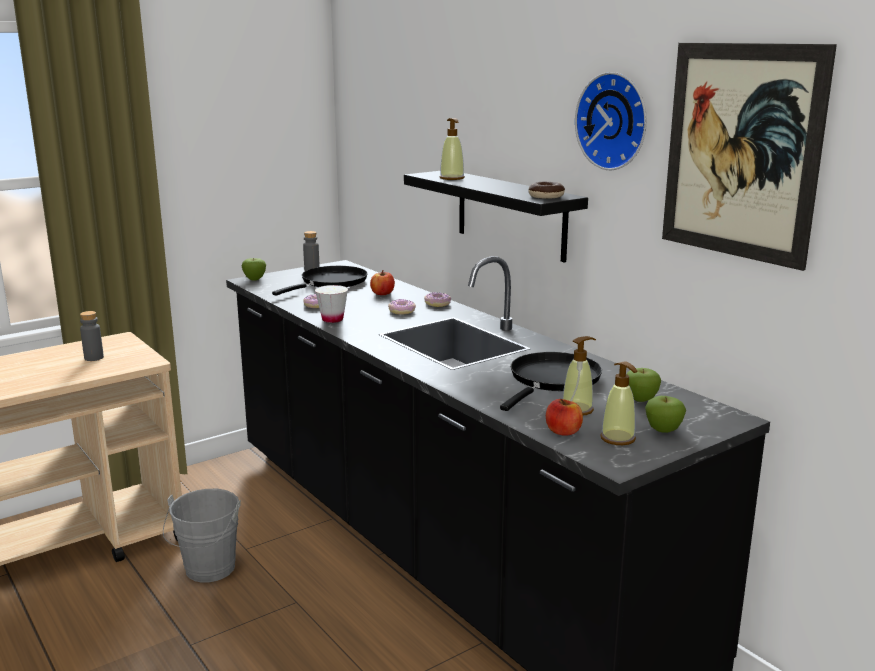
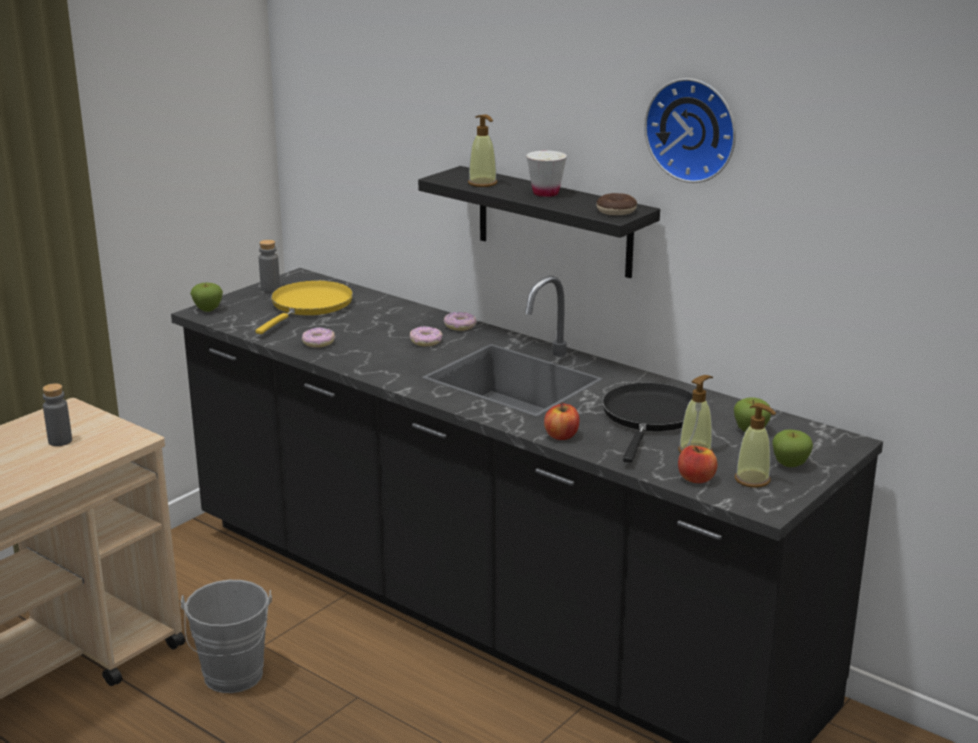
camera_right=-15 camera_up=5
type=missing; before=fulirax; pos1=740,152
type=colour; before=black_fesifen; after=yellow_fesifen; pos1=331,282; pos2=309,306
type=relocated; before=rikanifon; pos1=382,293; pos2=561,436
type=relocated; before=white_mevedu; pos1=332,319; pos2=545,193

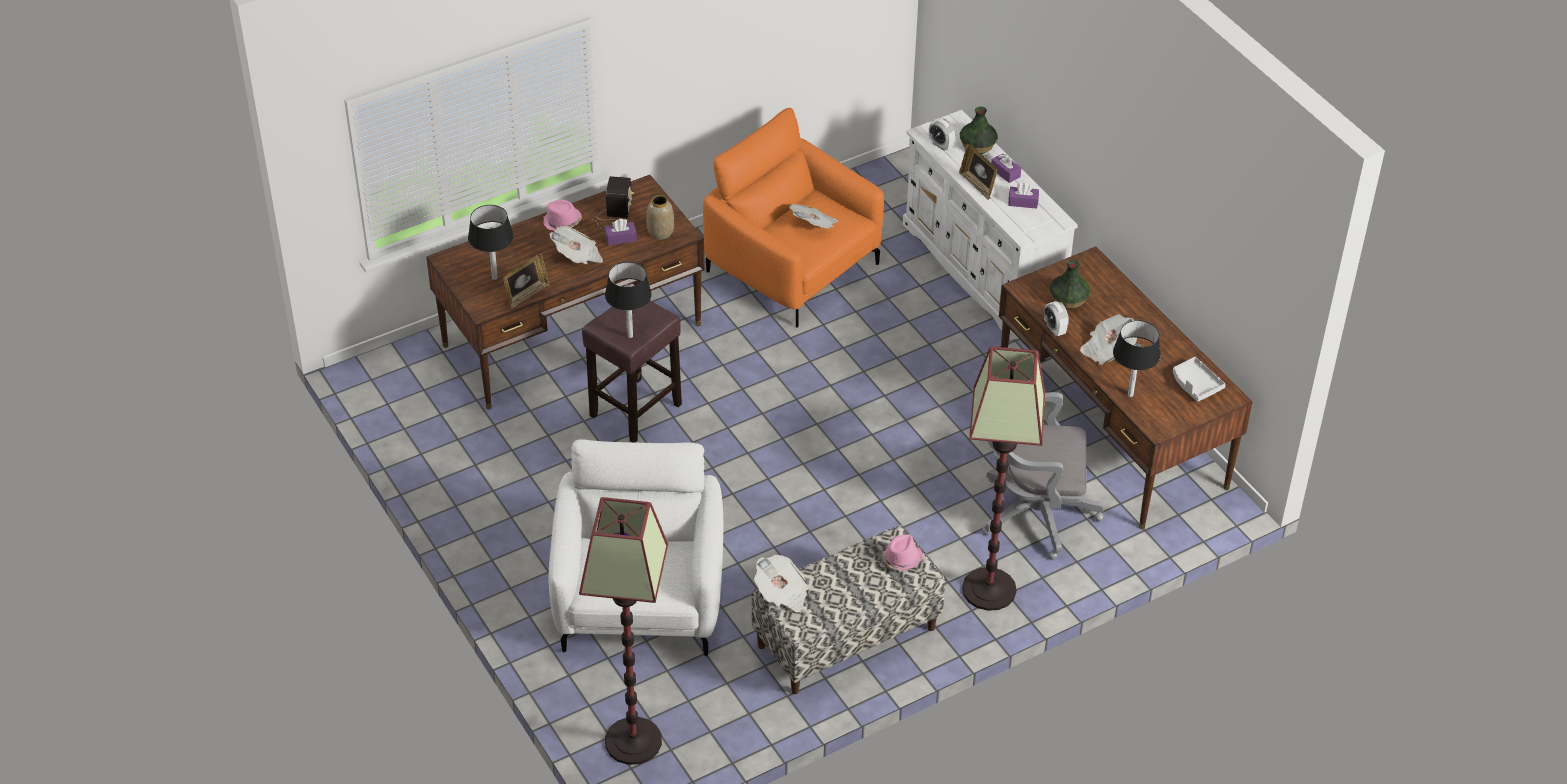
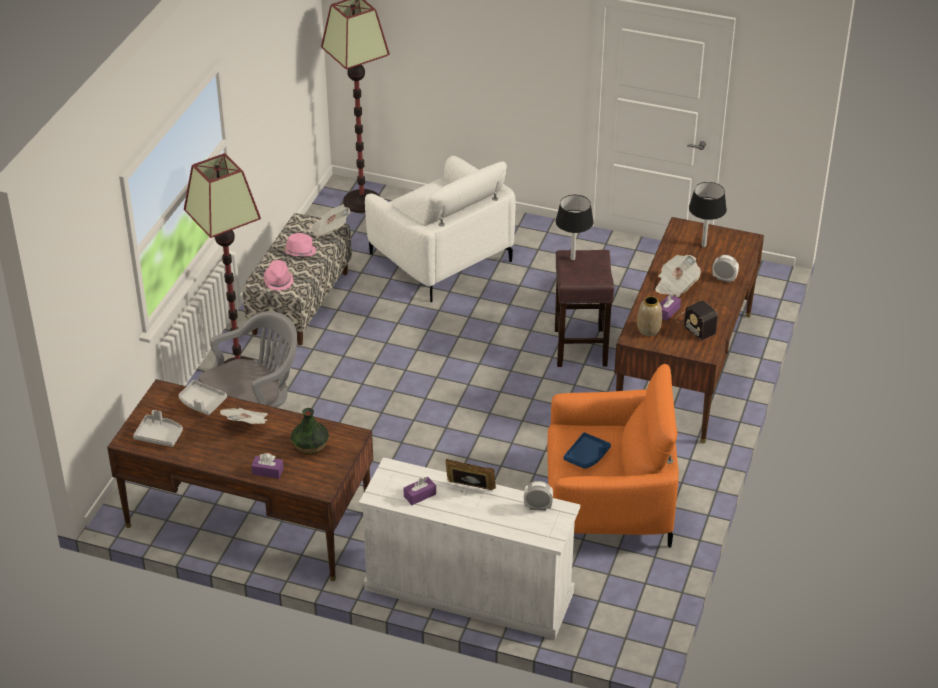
camera_right=140 camera_up=-5
type=missing; before=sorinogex; pos1=977,146
type=relocated; before=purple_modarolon; pos1=1005,173; pos2=267,471
type=relocated; before=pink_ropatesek; pos1=562,222; pos2=299,252
type=exchanged; before=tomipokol; after=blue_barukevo; pos1=814,226; pos2=587,456
type=missing; before=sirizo; pos1=526,294
type=relocated; before=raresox; pos1=1054,329; pos2=724,278
type=exchanged; before=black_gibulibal; after=grey_barukevo; pos1=1130,394; pos2=202,402

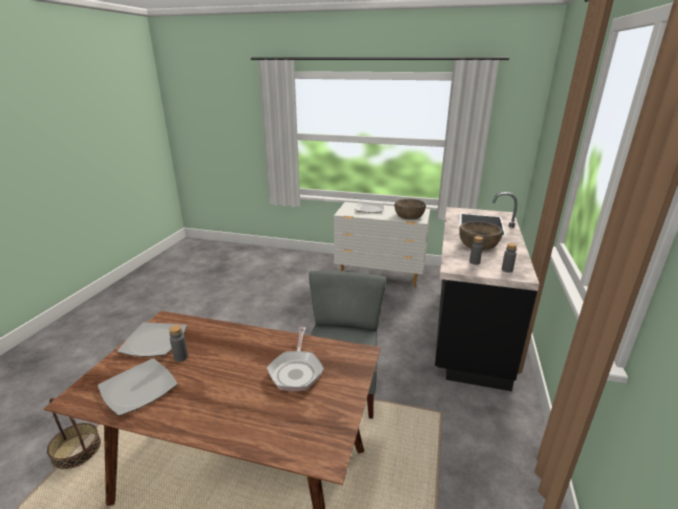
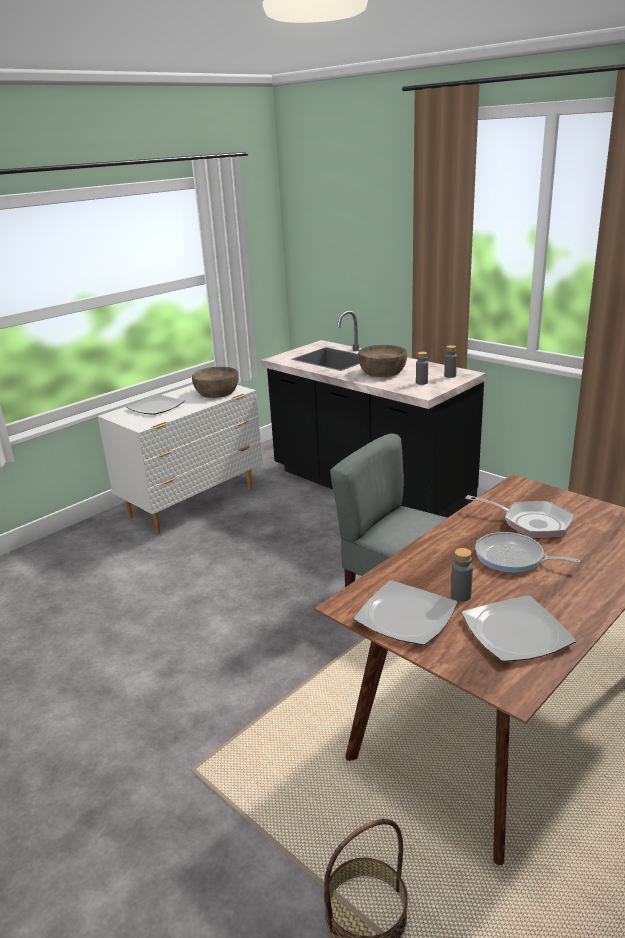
camera_right=-60 camera_up=0
type=appeared; after=fesifen; pos2=513,558

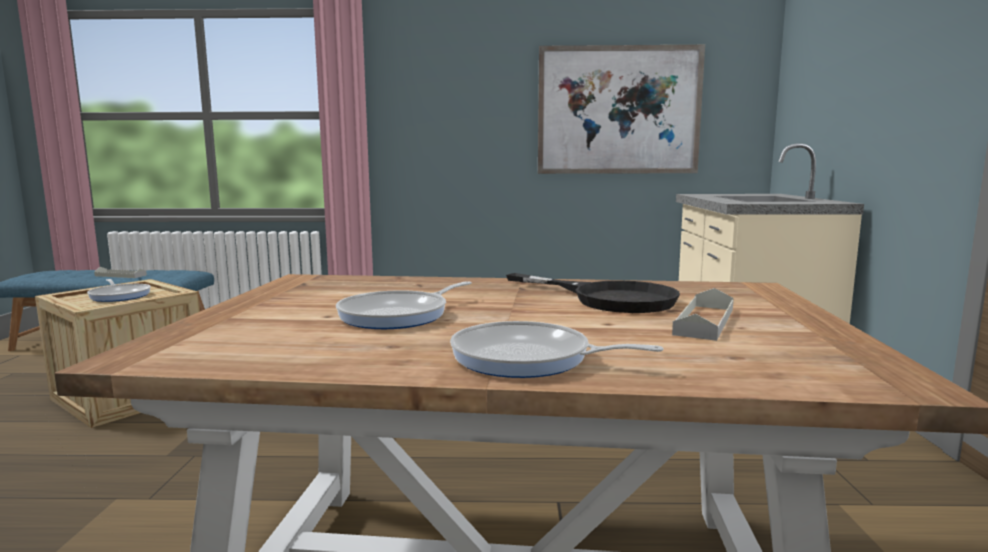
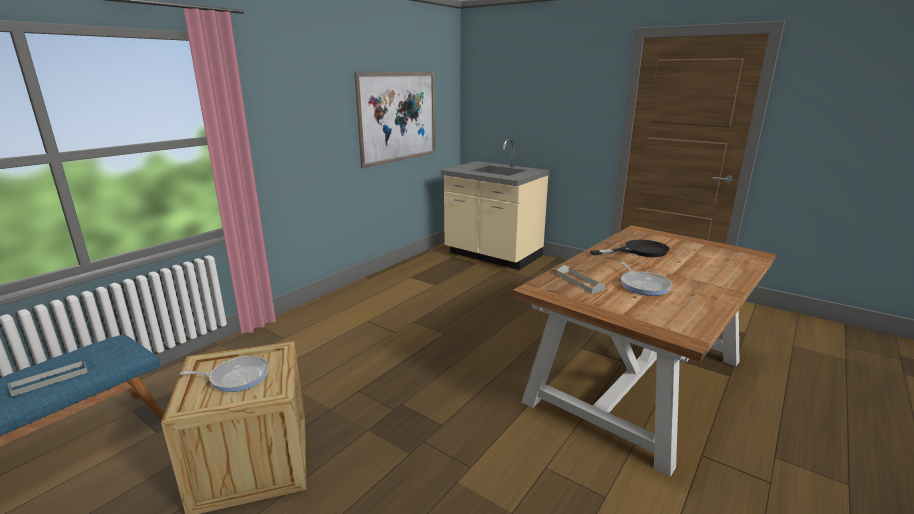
camera_right=-55 camera_up=10
type=relocated; before=grey_barukevo; pos1=704,321; pos2=579,282
type=missing; before=fesifen; pos1=528,359

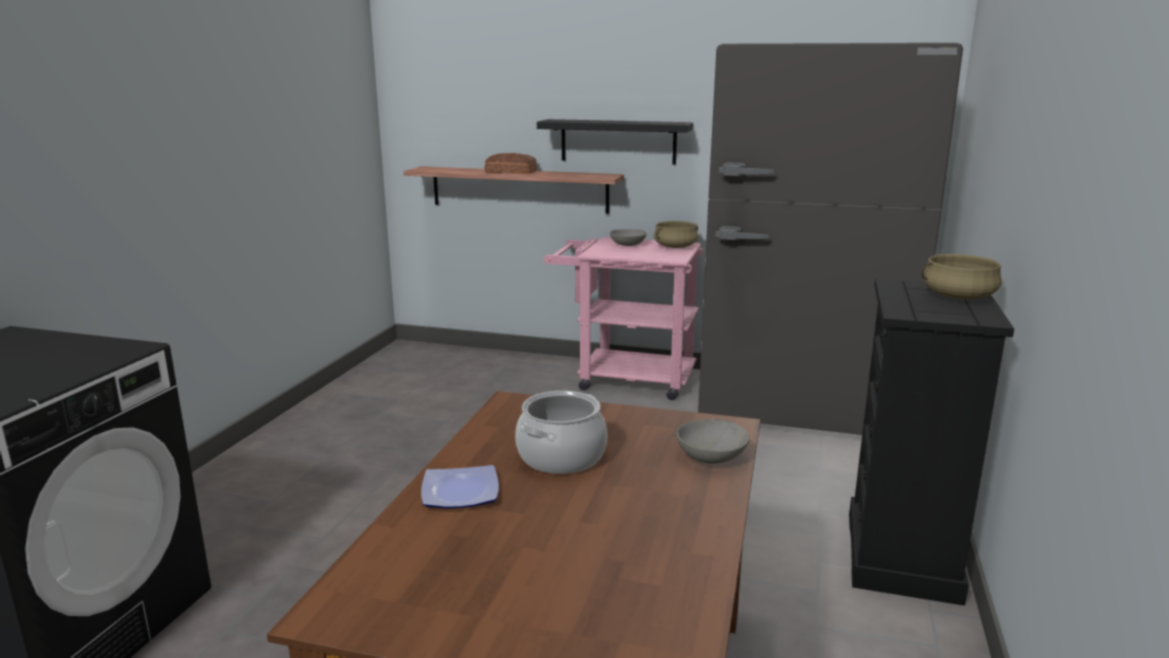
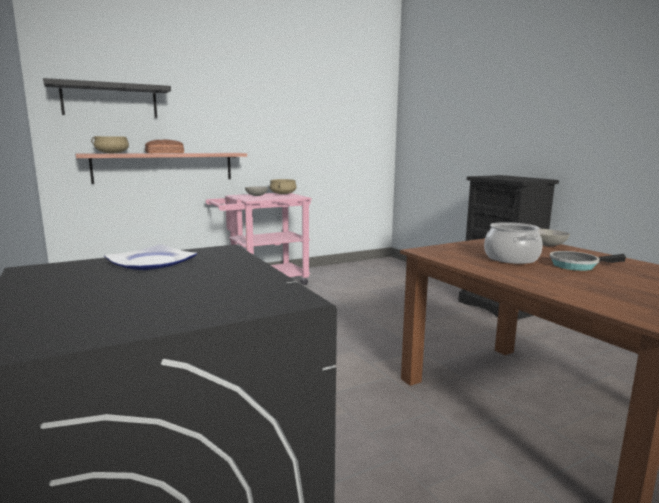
camera_right=-45 camera_up=-5
type=missing; before=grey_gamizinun; pos1=801,407
type=relocated; before=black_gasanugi; pos1=618,141; pos2=110,100
type=relocated; before=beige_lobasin; pos1=958,297; pos2=112,153
type=relocated; before=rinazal; pos1=459,492; pos2=150,262
type=appeared; after=fesifen; pos2=576,265

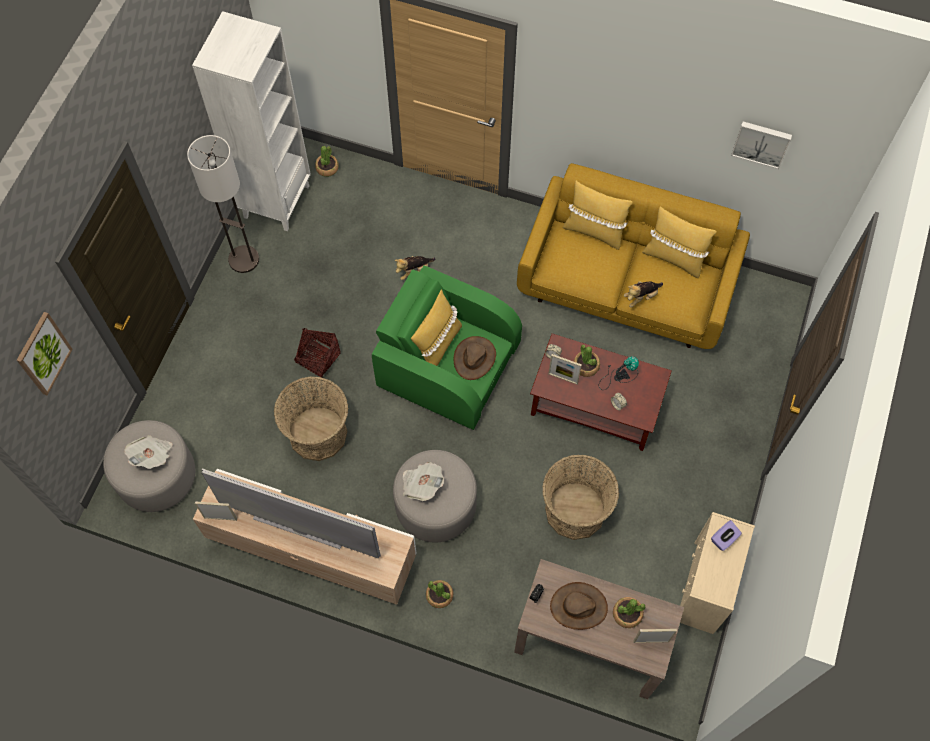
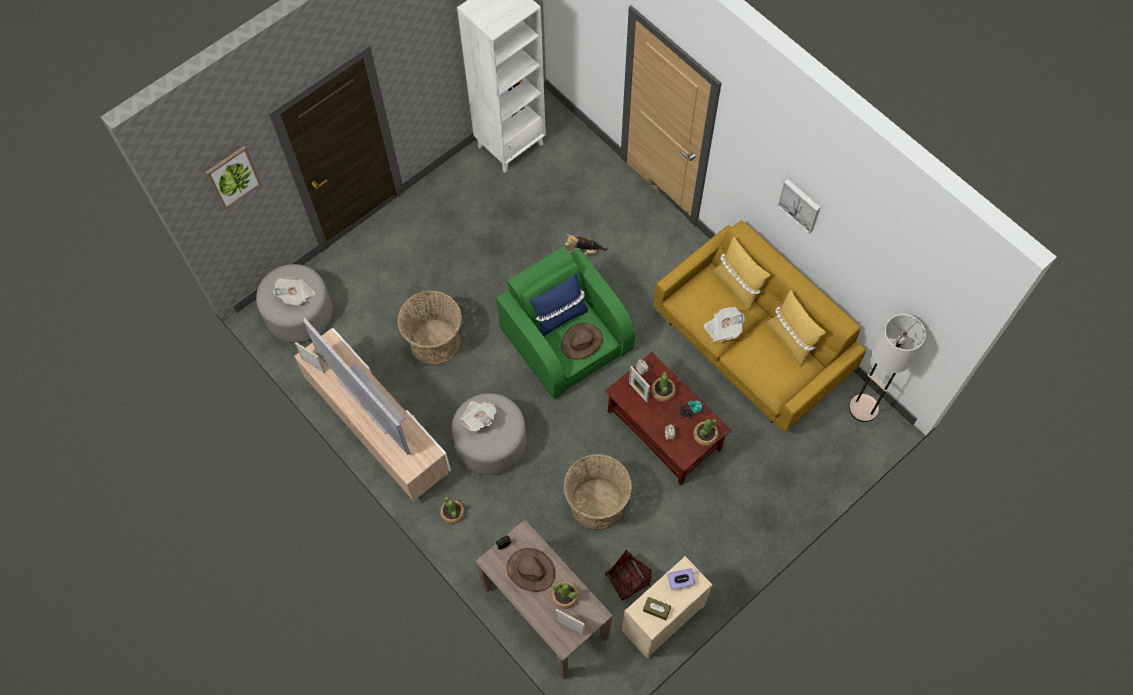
camera_right=30 camera_up=0
type=relocated; before=fulirax; pos1=761,143; pos2=800,205
type=relocated; before=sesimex; pos1=244,259; pos2=863,408
type=relocated; before=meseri; pos1=327,168; pos2=705,435
type=missing; before=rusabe; pos1=641,297
type=colour; before=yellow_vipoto; after=blue_vipoto; pos1=437,345; pos2=559,317
type=relocated; before=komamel; pos1=318,358; pos2=627,579
type=appeared; after=tomipokol; pos2=723,329
type=appeared; after=brown_modarolon; pos2=656,609

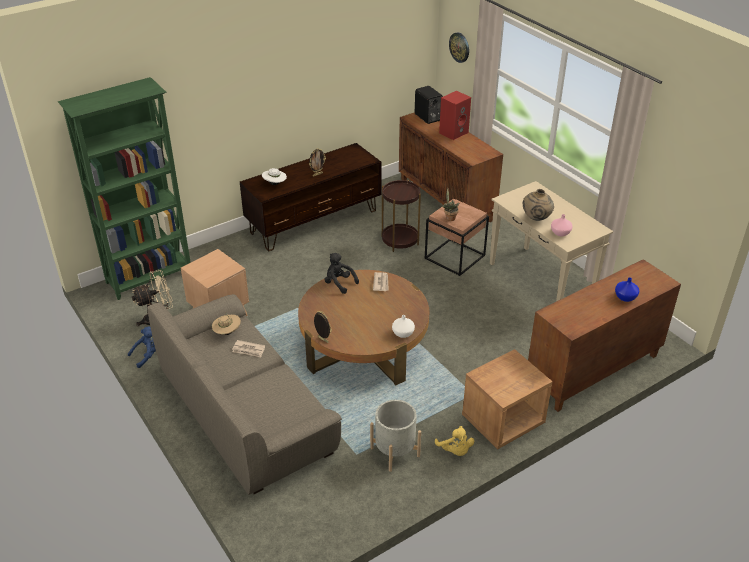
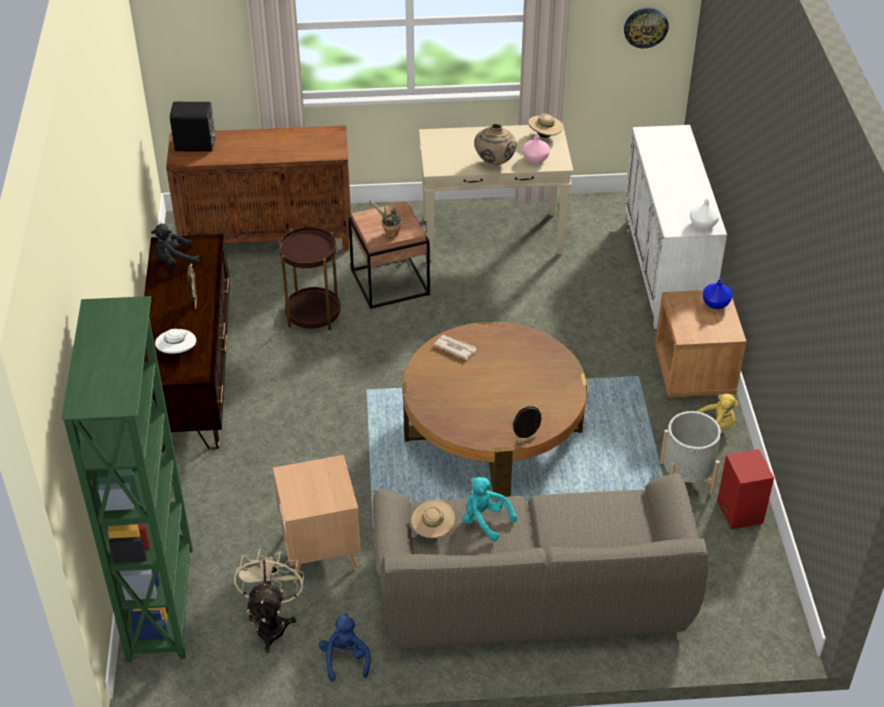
camera_right=-60 camera_up=5
type=relocated; before=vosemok; pos1=459,47; pos2=645,27
type=relocated; before=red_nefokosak; pos1=453,132; pos2=738,511
type=relocated; before=black_rusabe; pos1=339,283; pos2=175,261
type=colour; before=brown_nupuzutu; after=white_nupuzutu; pos1=593,371; pos2=666,272
type=relocated; before=blue_sorinogex; pos1=625,298; pos2=716,304
type=relocated; before=white_sorinogex; pos1=403,333; pos2=702,224
type=exchanged; before=tomipokol; after=turquoise_rusabe; pos1=248,350; pos2=485,520
type=appeared; after=beige_ropatesek; pos2=545,136

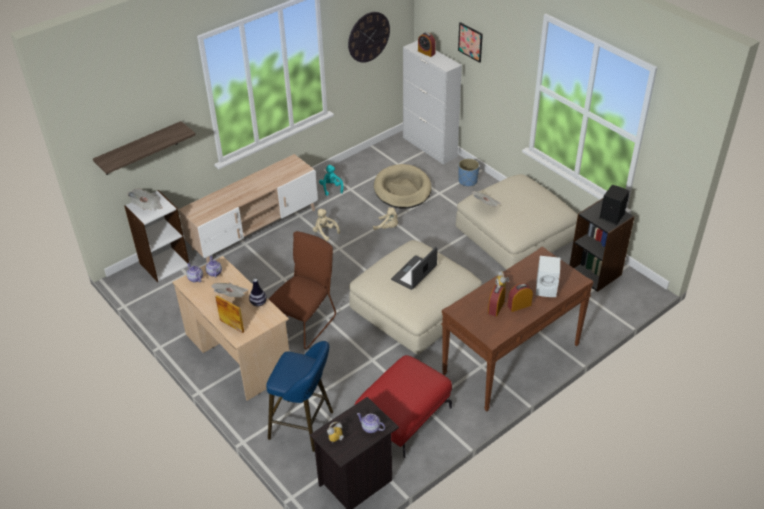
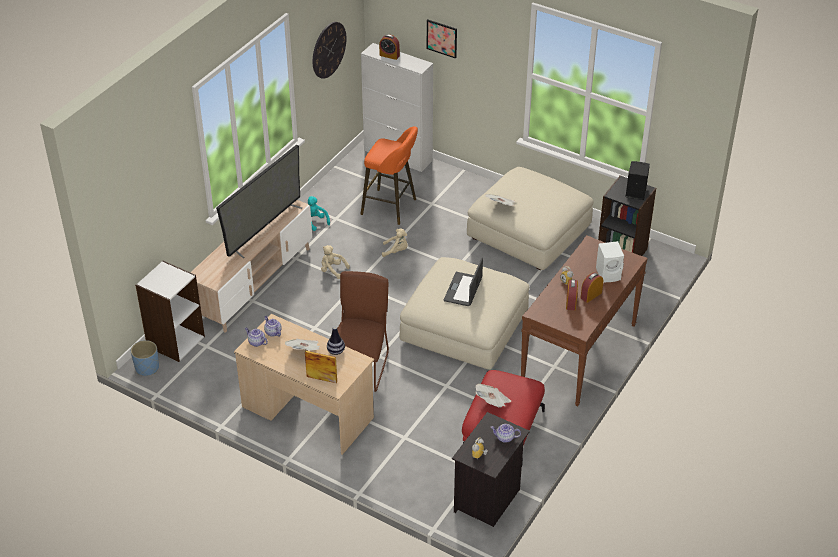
camera_right=-20 camera_up=0
type=missing; before=gasanugi; pos1=140,149
type=relocated; before=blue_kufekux; pos1=468,181; pos2=147,368
type=exchanged; before=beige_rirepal; after=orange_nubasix; pos1=402,189; pos2=391,207
type=relocated; before=tomipokol; pos1=147,206; pos2=492,402
type=missing; before=blue_nubasix; pos1=305,426
type=appeared; after=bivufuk; pos2=264,229

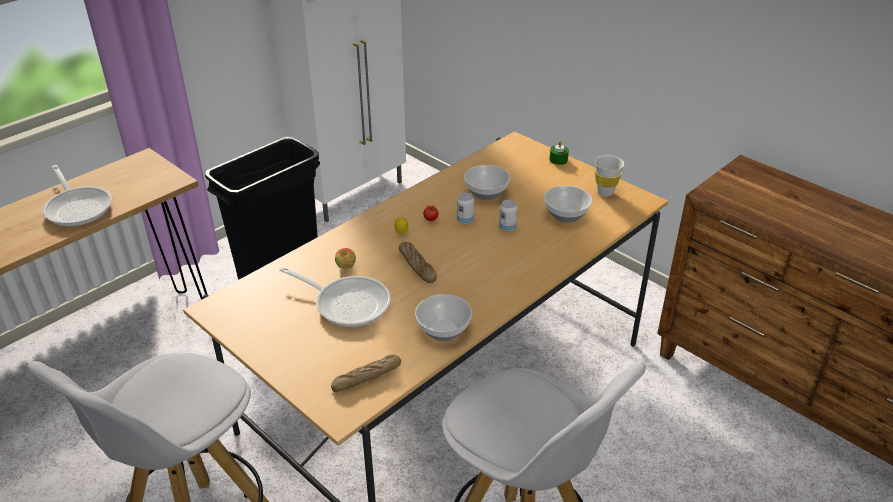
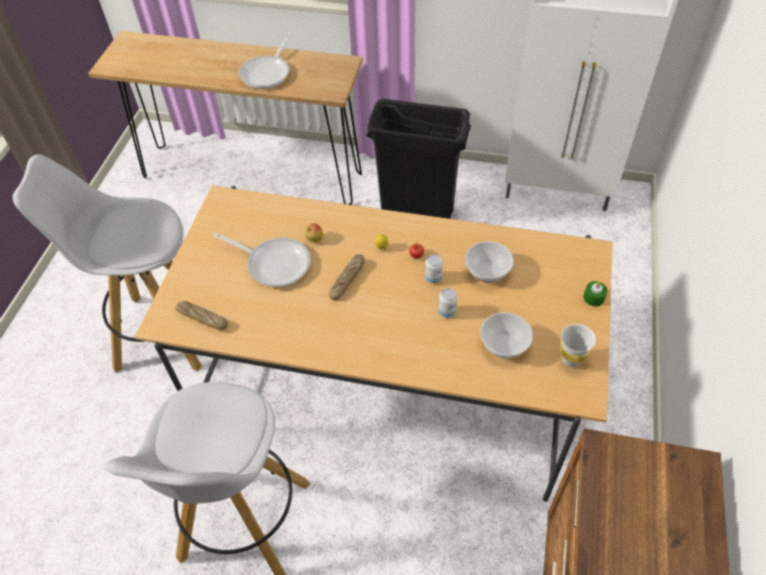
camera_right=60 camera_up=15
type=spun; before=fesifen; pos1=347,303; pos2=274,263; turn=-60
type=missing; before=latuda; pos1=444,330

